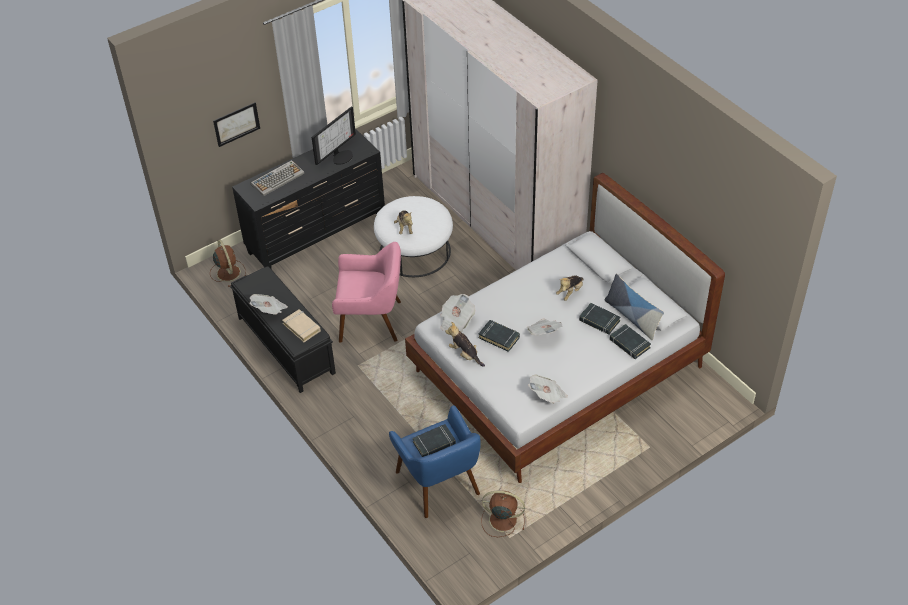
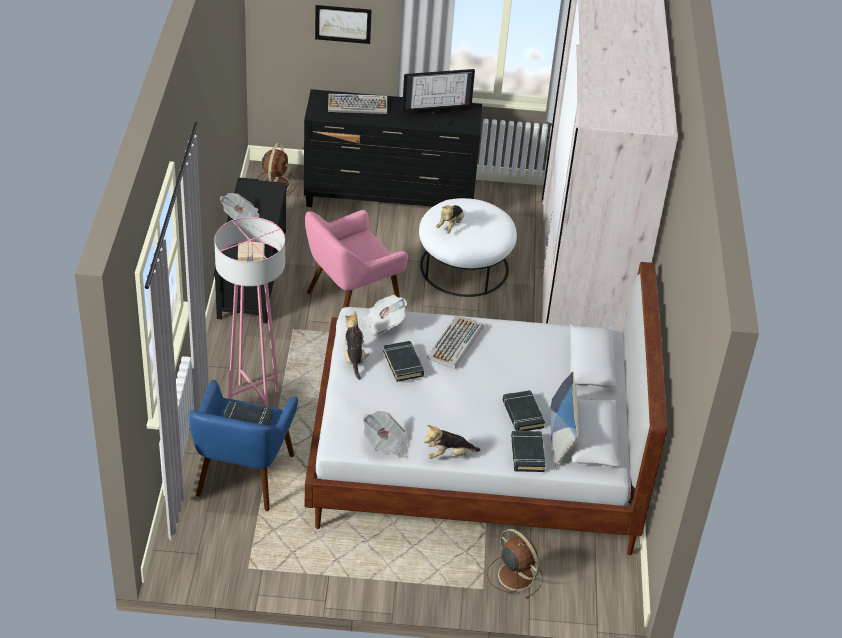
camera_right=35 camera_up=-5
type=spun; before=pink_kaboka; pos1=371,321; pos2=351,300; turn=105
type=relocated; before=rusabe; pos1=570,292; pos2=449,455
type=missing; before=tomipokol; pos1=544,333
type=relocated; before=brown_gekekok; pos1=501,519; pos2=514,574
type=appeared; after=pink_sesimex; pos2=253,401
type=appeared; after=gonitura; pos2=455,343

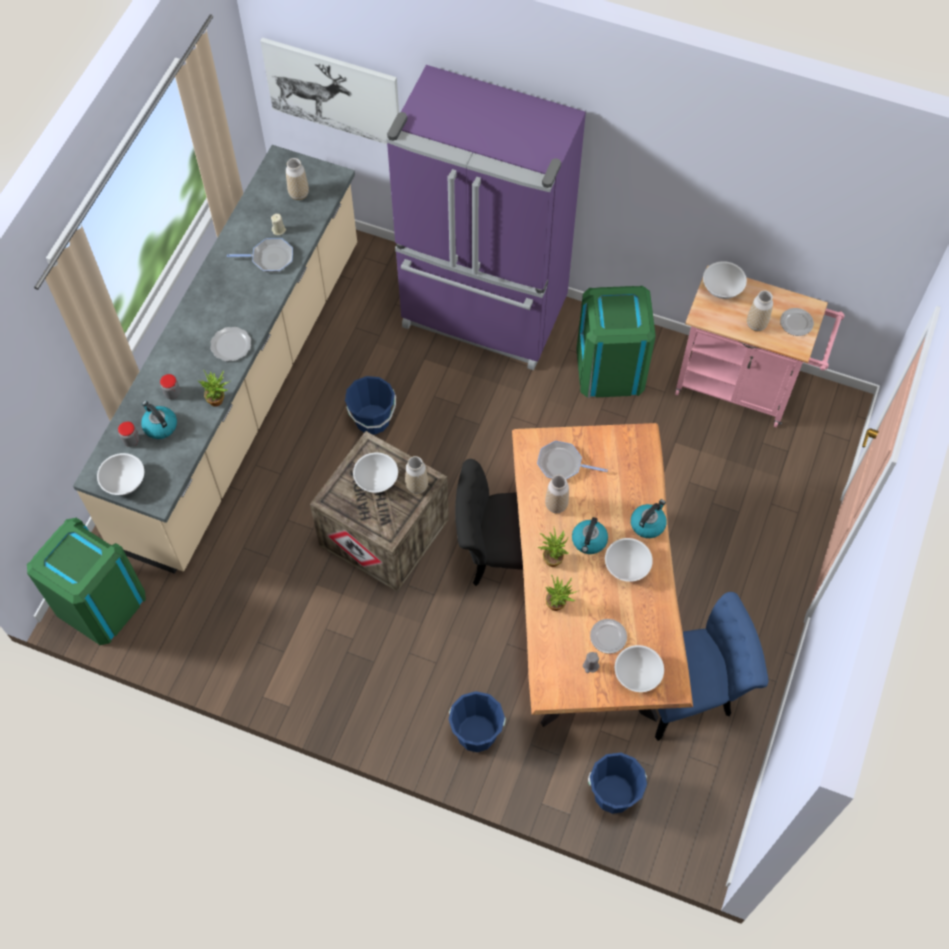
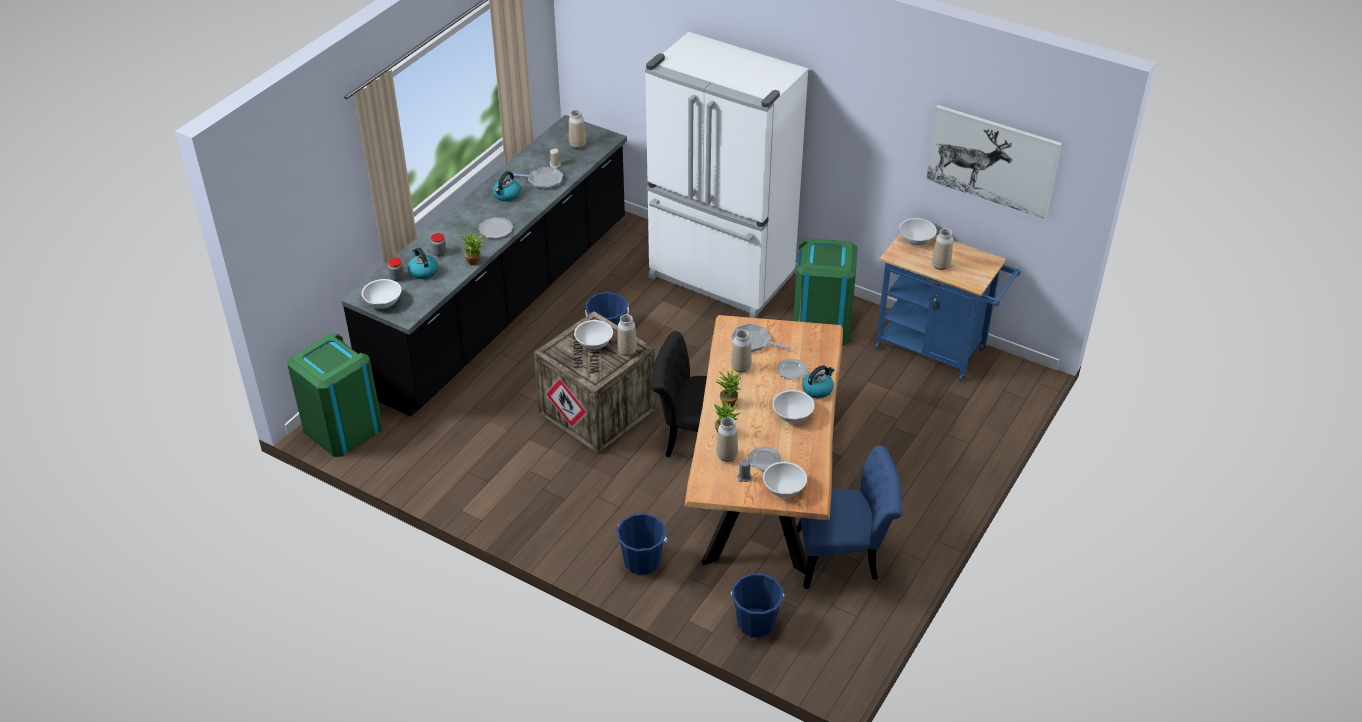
camera_right=10 camera_up=-20
type=relocated; before=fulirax; pos1=333,92; pos2=992,161
type=colour; before=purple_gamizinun; after=white_gamizinun; pos1=483,315; pos2=720,278
type=colour; before=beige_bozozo; after=black_bozozo; pos1=243,393; pos2=503,305
type=colour; before=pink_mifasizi; after=blue_mifasizi; pos1=743,387; pos2=936,351
type=relocated; before=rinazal; pos1=796,323; pos2=792,371
type=relocated; before=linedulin; pos1=589,541; pos2=507,195
type=appeared; after=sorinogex; pos2=726,456

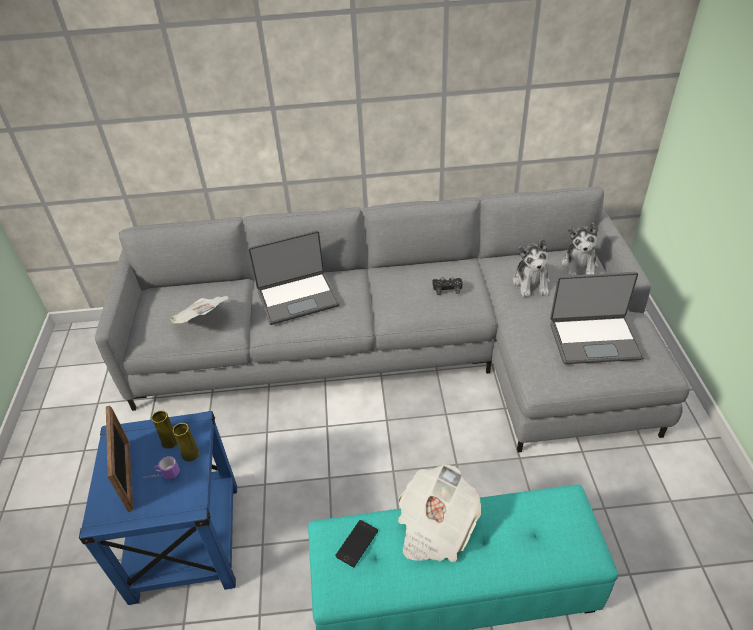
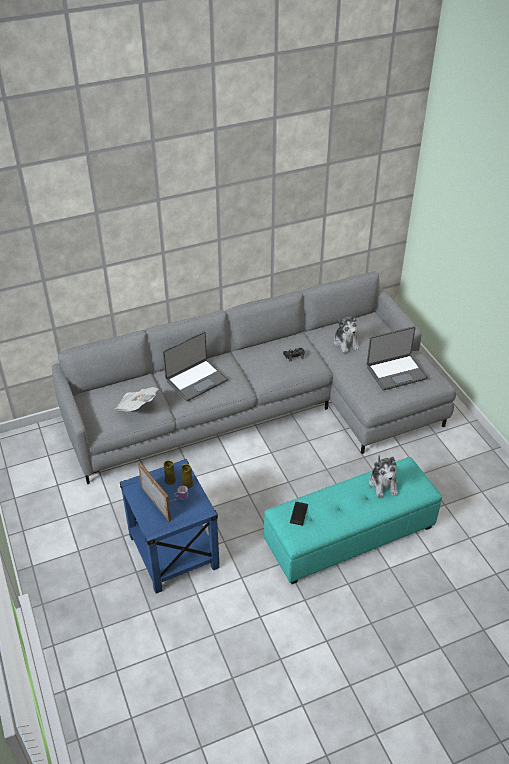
camera_right=-20 camera_up=0
type=relocated; before=rusabe; pos1=579,266; pos2=383,484
type=missing; before=tomipokol; pos1=435,527

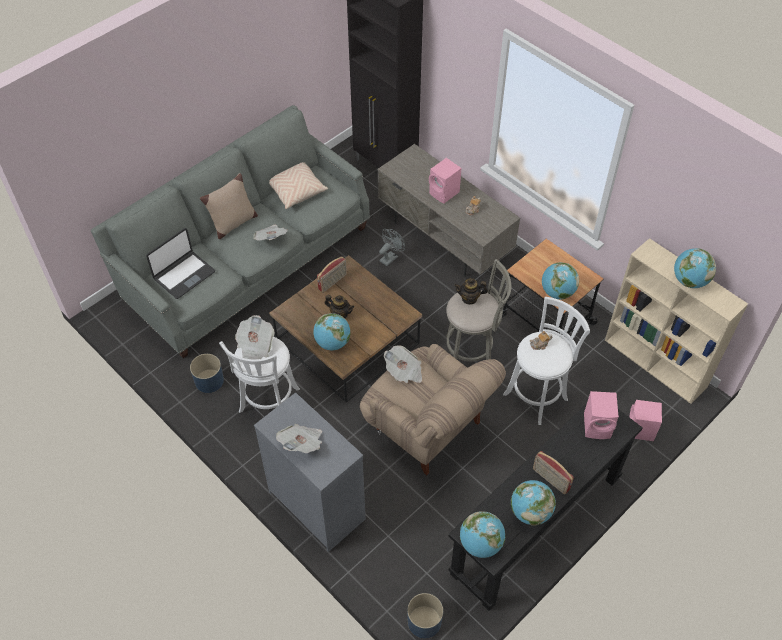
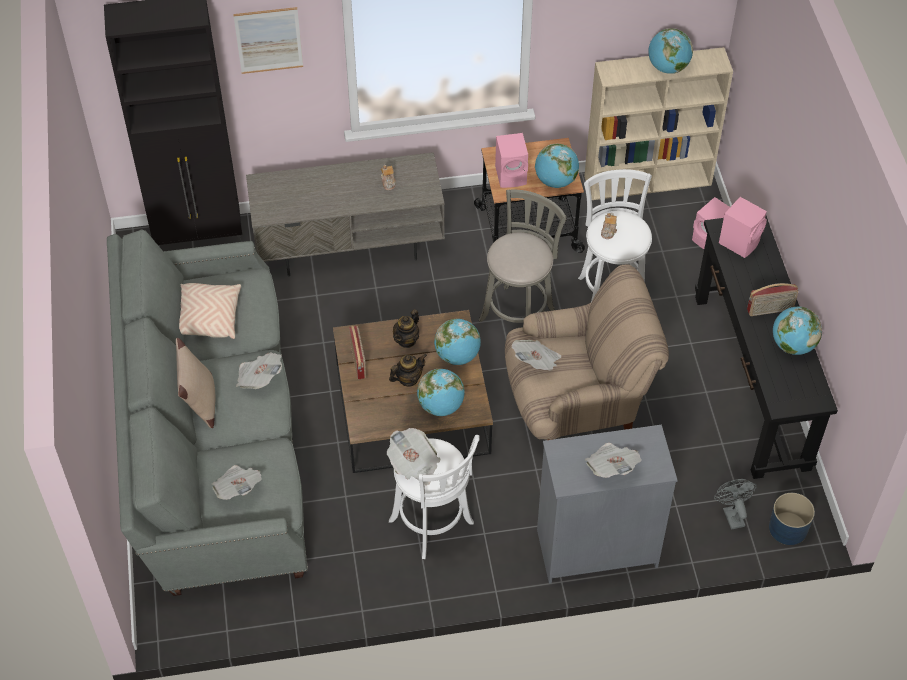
camera_right=-55 camera_up=0
type=relocated; before=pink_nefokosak; pos1=444,193; pos2=512,175
type=exchanged; before=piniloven; after=tomipokol; pos1=184,275; pos2=238,488
type=relocated; before=grey_gekekok; pos1=390,257; pos2=731,514
type=relocated; before=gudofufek; pos1=469,298; pos2=407,340
type=missing; before=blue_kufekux; pos1=209,381
type=relocated; before=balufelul; pos1=480,544; pos2=457,356
type=appeared; after=fulirax; pos2=268,40

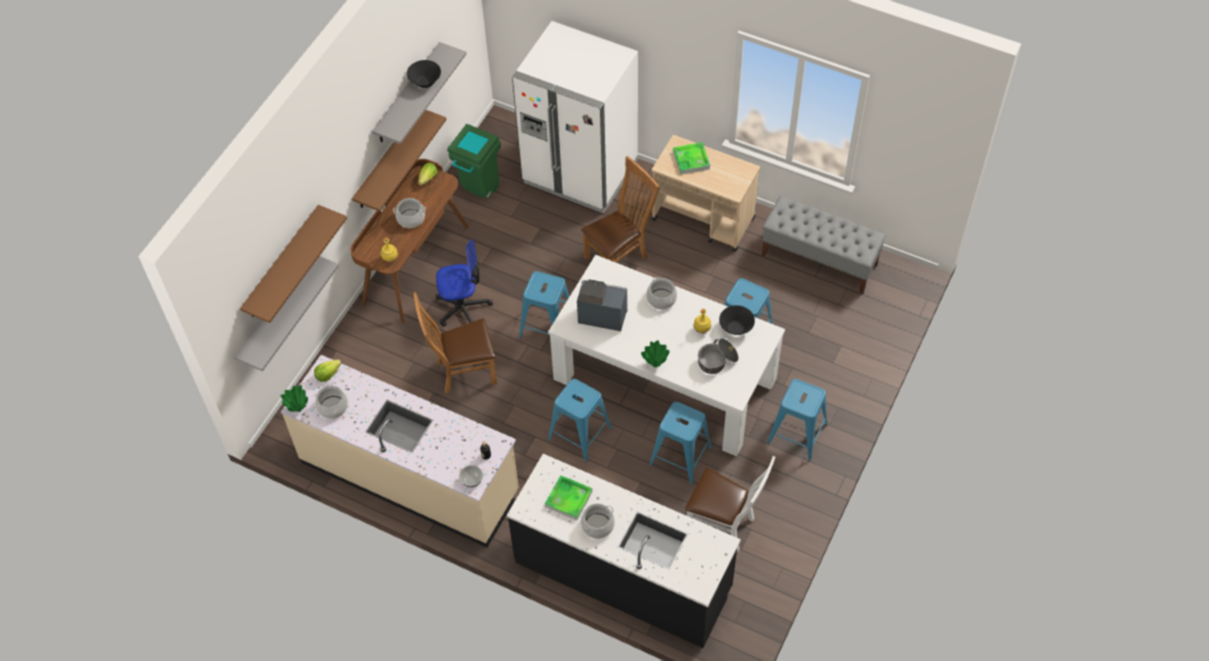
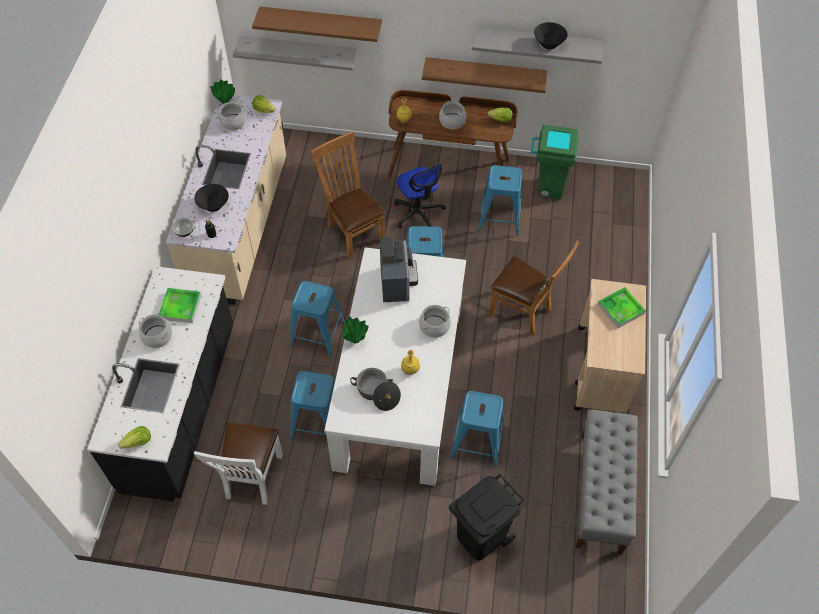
camera_right=70 camera_up=0
type=missing; before=white_gamizinun; pos1=580,172
type=relocated; before=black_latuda; pos1=736,328; pos2=213,205
type=relocated; before=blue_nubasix; pos1=797,433; pos2=500,218
type=appeared; after=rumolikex; pos2=138,442
type=appeared; after=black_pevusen; pos2=480,536

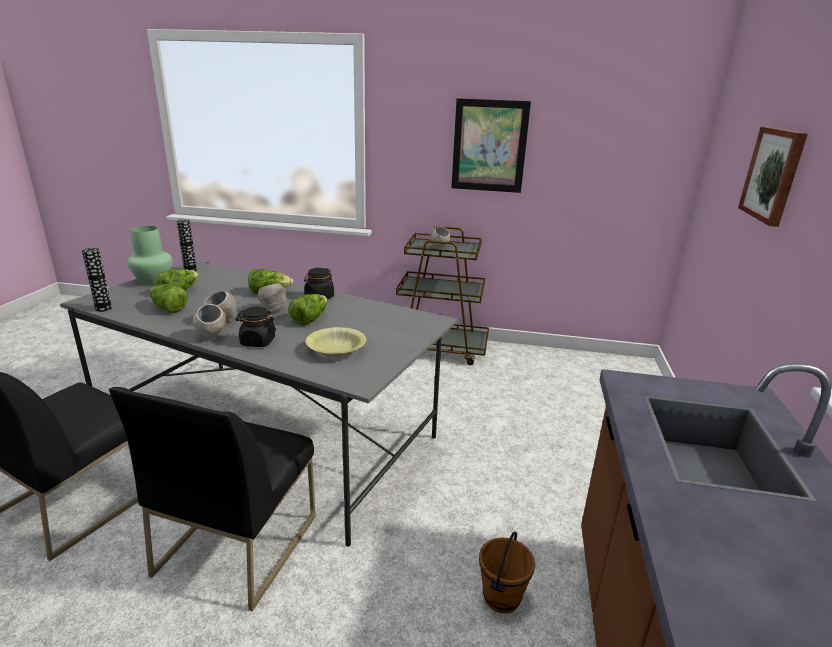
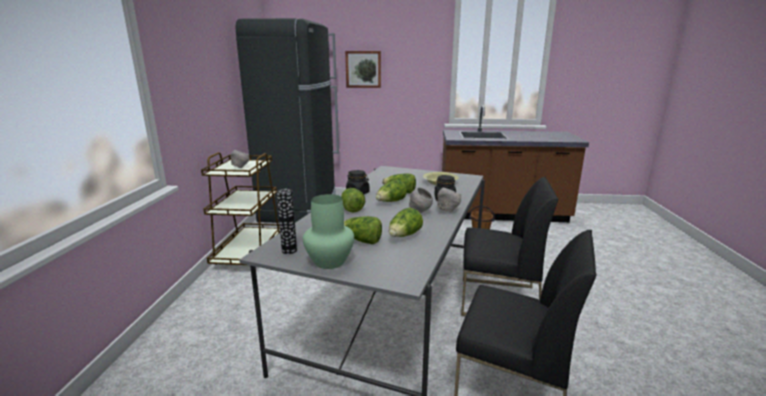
camera_right=-95 camera_up=-5
type=missing; before=fulirax; pos1=489,146
type=missing; before=sorinogex; pos1=103,309
type=exchanged; before=grey_latuda; after=rumolikex; pos1=273,311; pos2=391,202
type=appeared; after=black_gamizinun; pos2=300,208

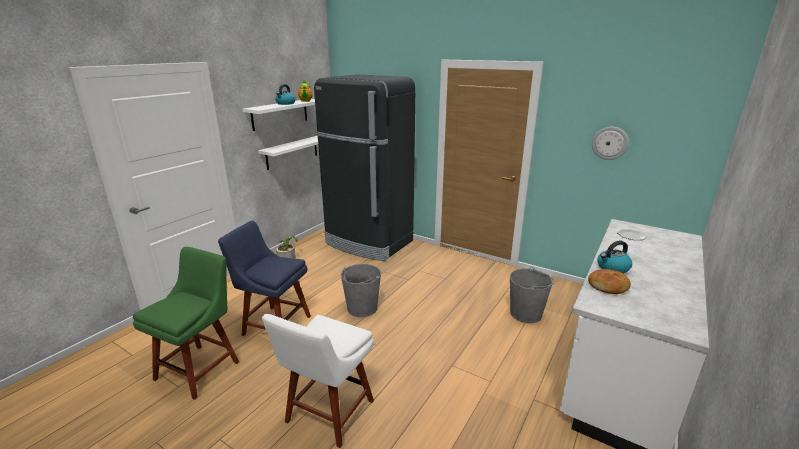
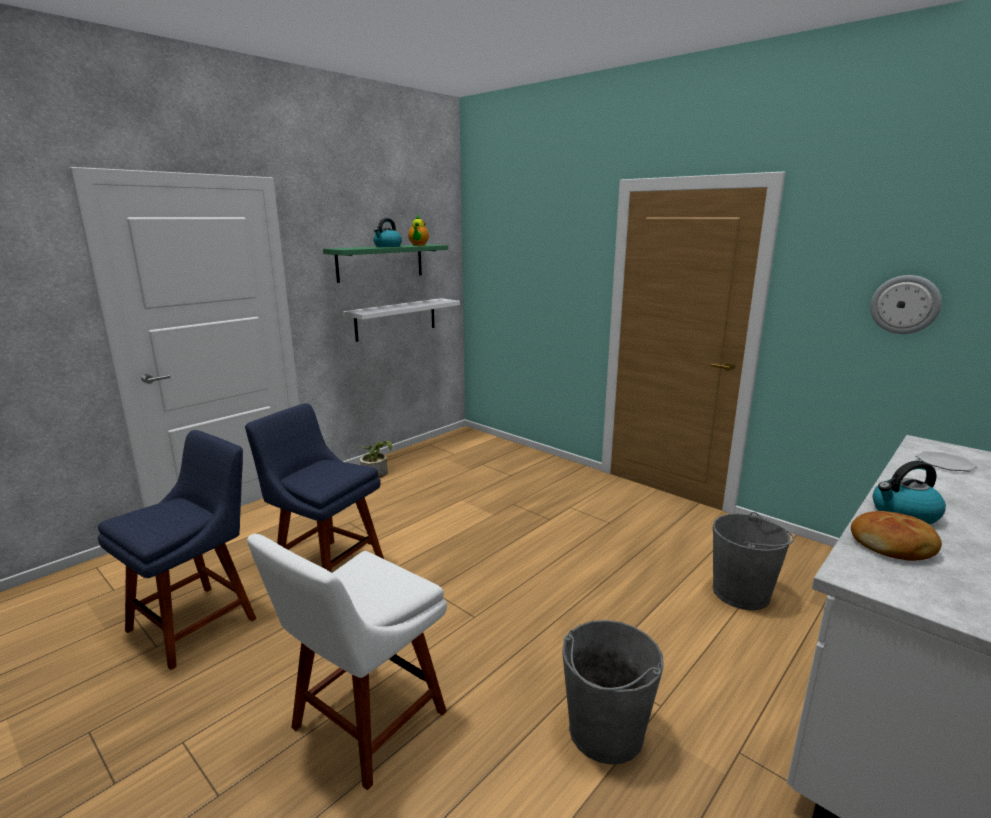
camera_right=10 camera_up=-5
type=missing; before=black_gamizinun; pos1=369,243
type=colour; before=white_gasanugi; after=green_gasanugi; pos1=280,114; pos2=380,262
type=colour; before=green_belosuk; after=blue_belosuk; pos1=200,368; pos2=198,621
type=relocated; before=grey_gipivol; pos1=362,308; pos2=605,731

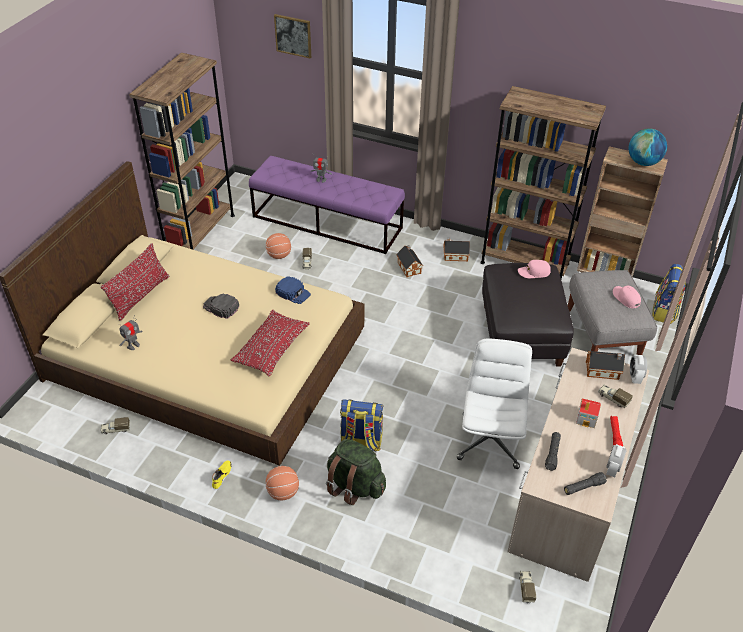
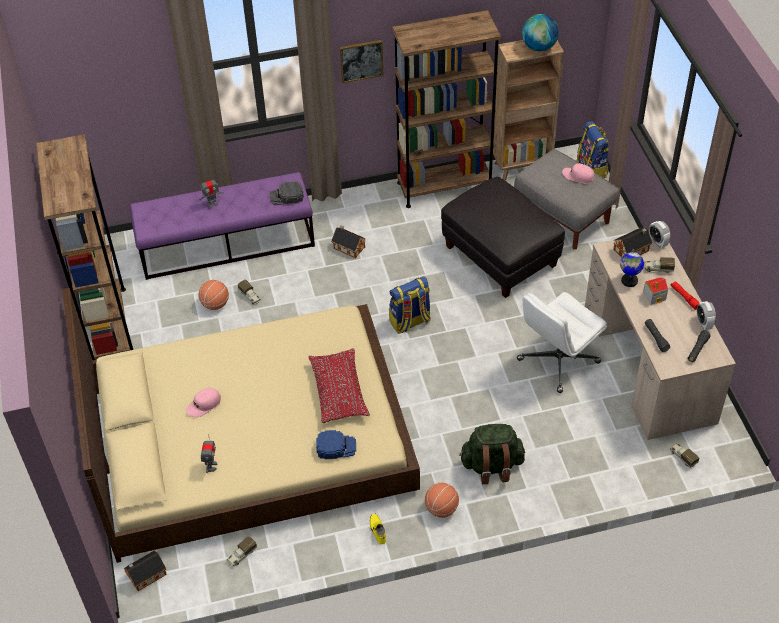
camera_right=-35 camera_up=5
type=relocated; before=fulirax; pos1=293,35; pos2=361,60
type=relocated; before=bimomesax; pos1=454,255; pos2=145,575
type=missing; before=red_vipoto; pos1=140,296
type=relocated; before=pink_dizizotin; pos1=534,272; pos2=204,405
type=relocated; before=blue_dizizotin; pos1=293,293; pos2=336,447
type=relocated; before=black_dizizotin; pos1=221,307; pos2=287,196
type=spun; before=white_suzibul; pos1=490,439; pos2=558,361; turn=-105
type=relocated; before=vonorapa; pos1=361,442; pos2=410,322
type=appeared; after=balufelul; pos2=629,281

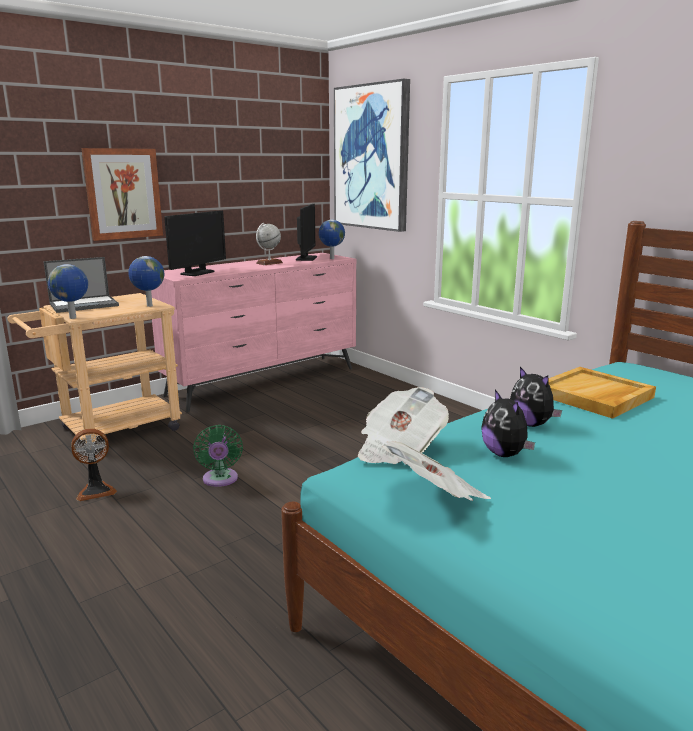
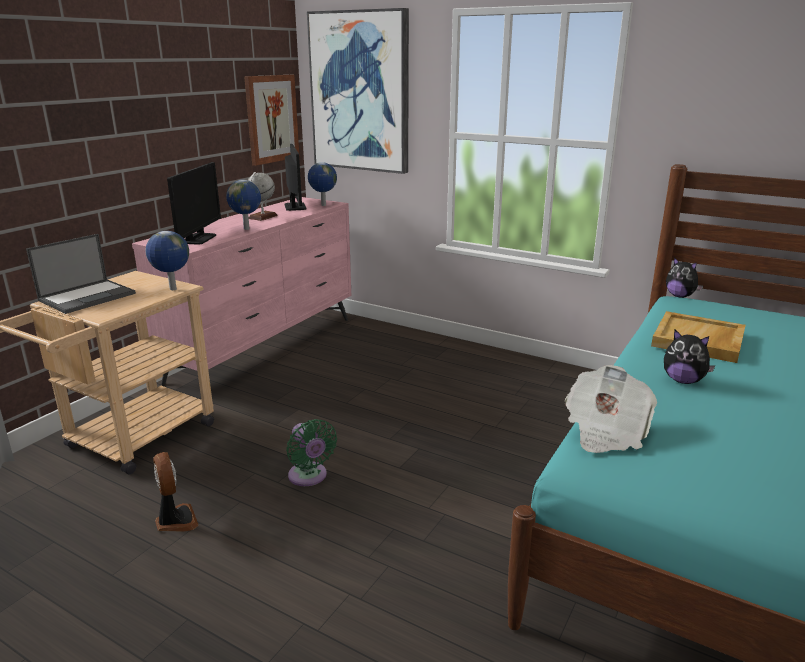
camera_right=-20 camera_up=5
type=relocated; before=fulirax; pos1=123,194; pos2=271,119
type=relocated; before=balufelul; pos1=73,318; pos2=247,229
type=relocated; before=rusabe; pos1=505,454; pos2=680,296
type=spun; before=gekekok; pos1=96,491; pos2=175,520; turn=-75
type=missing; before=tomipokol; pos1=435,497

